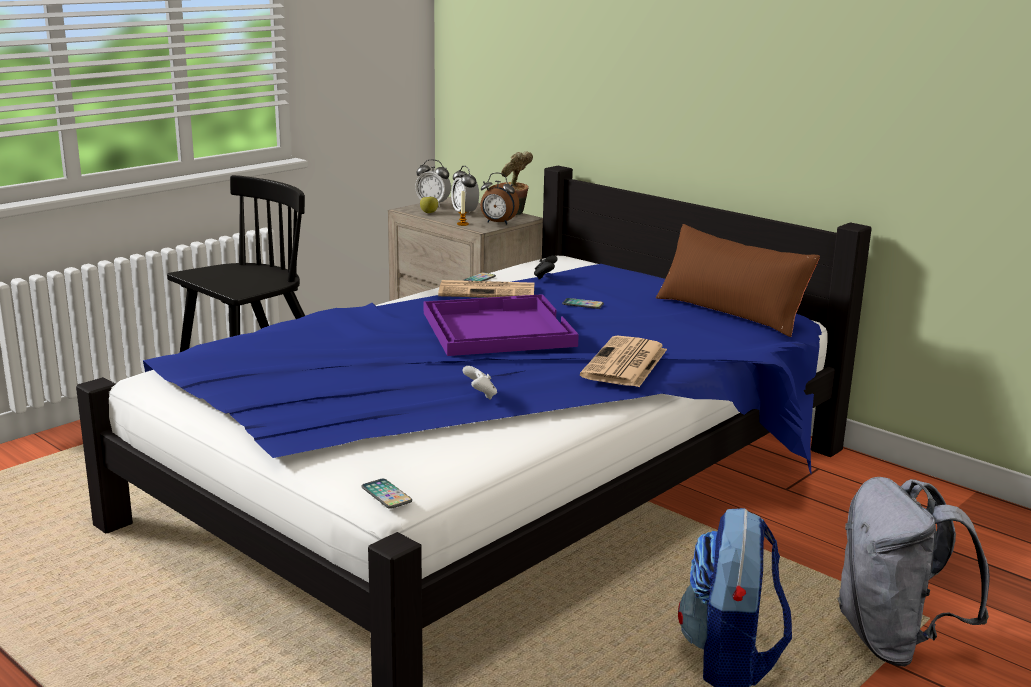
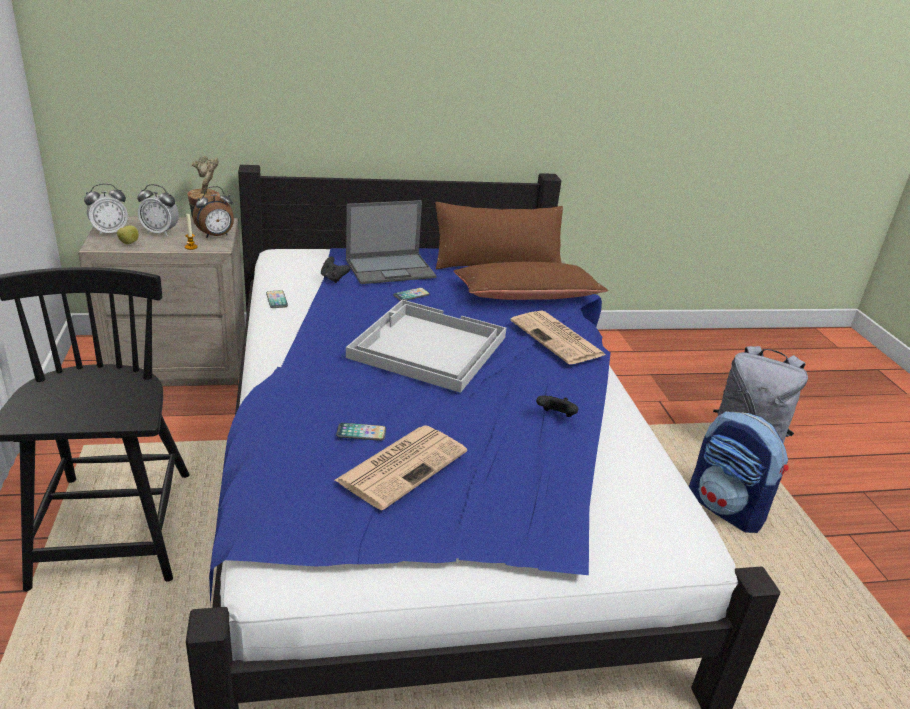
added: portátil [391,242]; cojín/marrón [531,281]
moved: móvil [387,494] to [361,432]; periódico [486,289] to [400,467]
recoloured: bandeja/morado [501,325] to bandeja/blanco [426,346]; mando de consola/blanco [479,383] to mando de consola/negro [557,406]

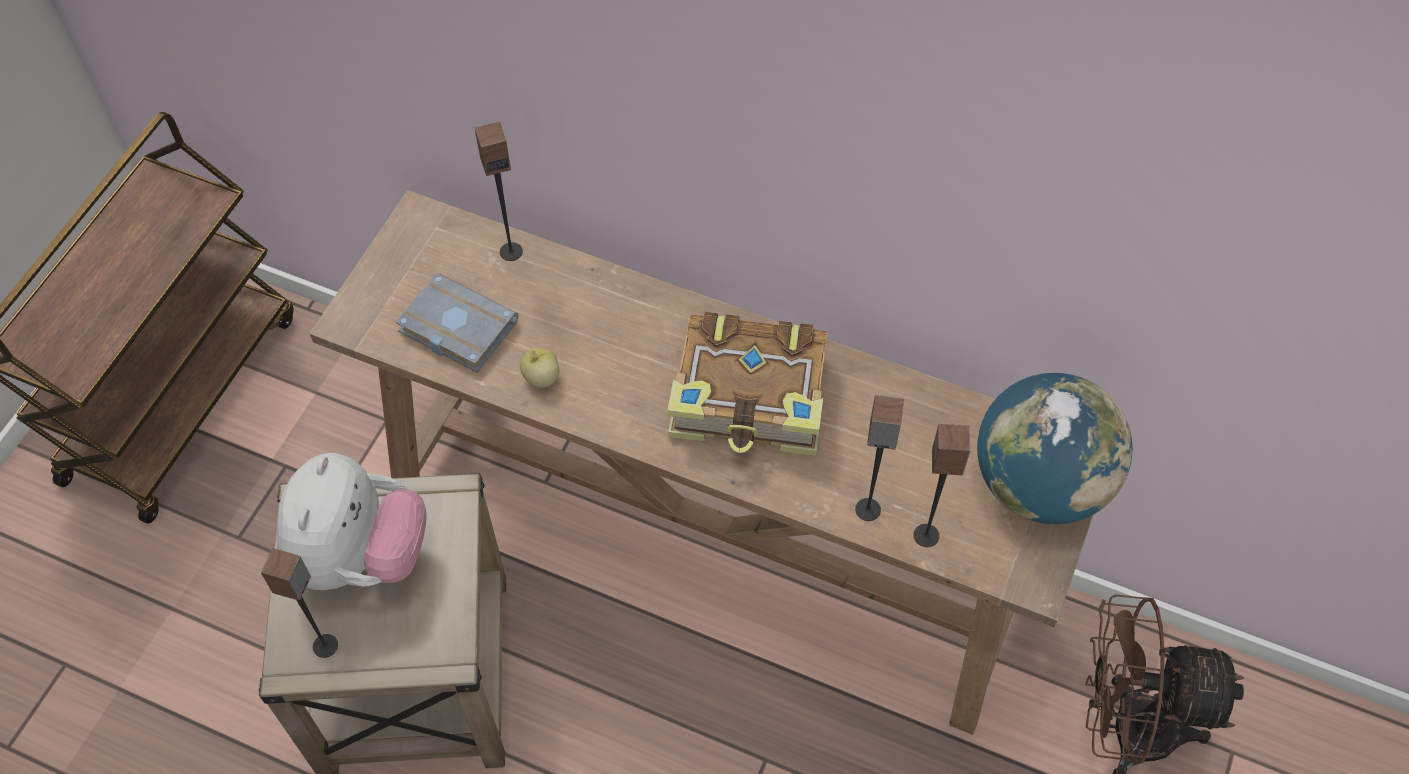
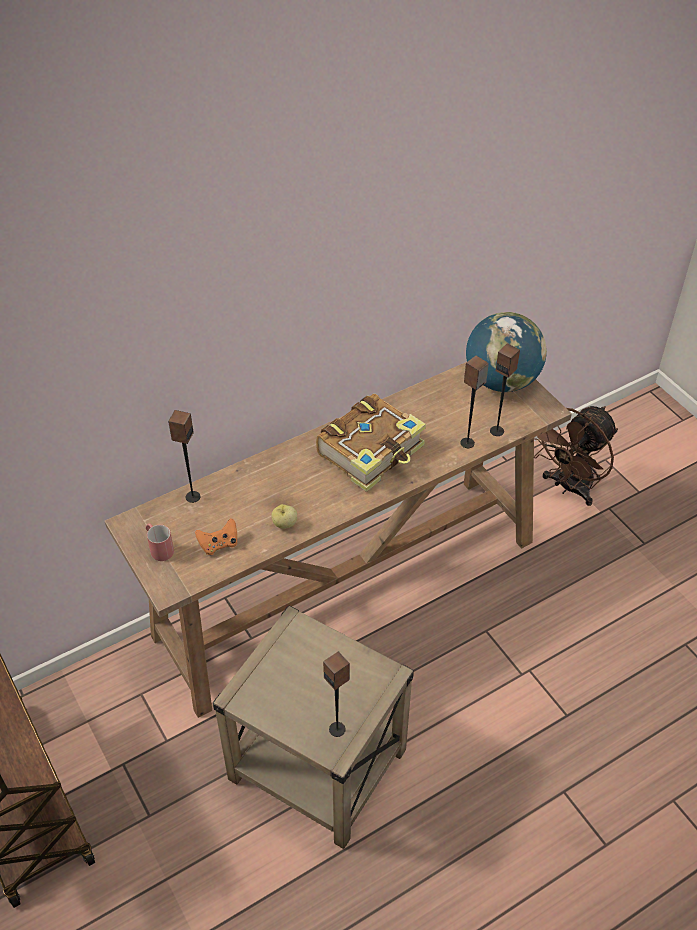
removed: peluche [352,521]
added: taza grande/rojo [160,542]
replaced: libro/gris [457,323] to mando de consola/naranja [216,536]

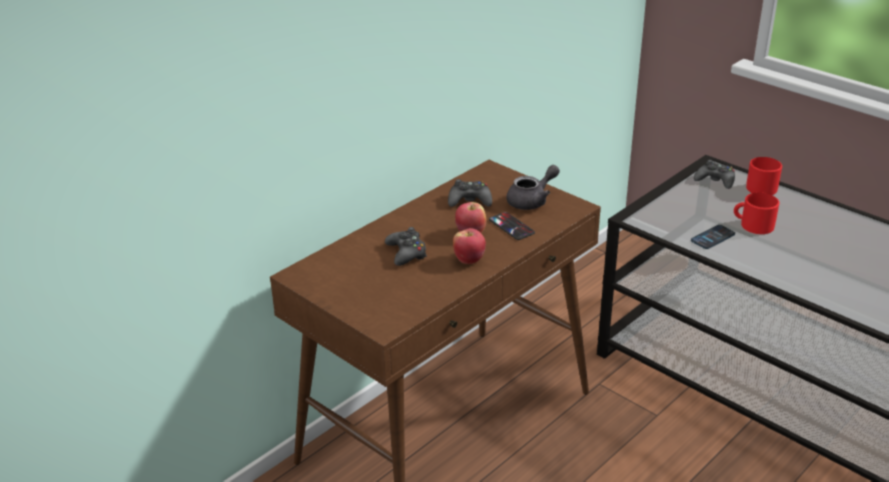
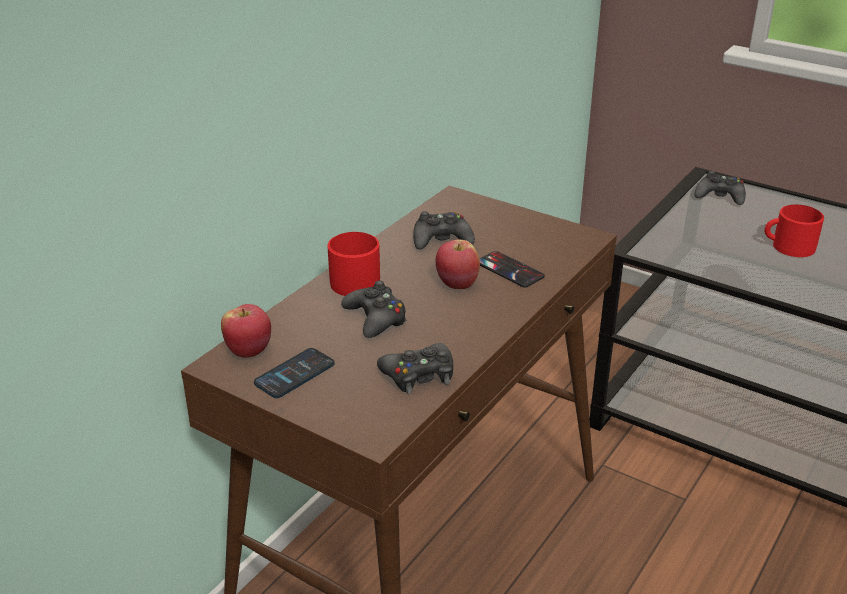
removed: tetera/gris [533,187]
added: mando de consola/negro [415,368]
moved: manzana [469,246] to [246,331]; móvil [713,237] to [294,373]; taza grande/rojo [764,176] to [354,264]

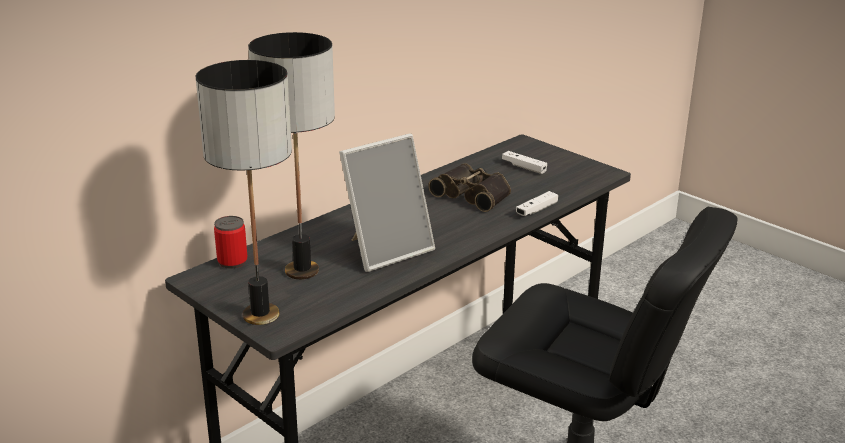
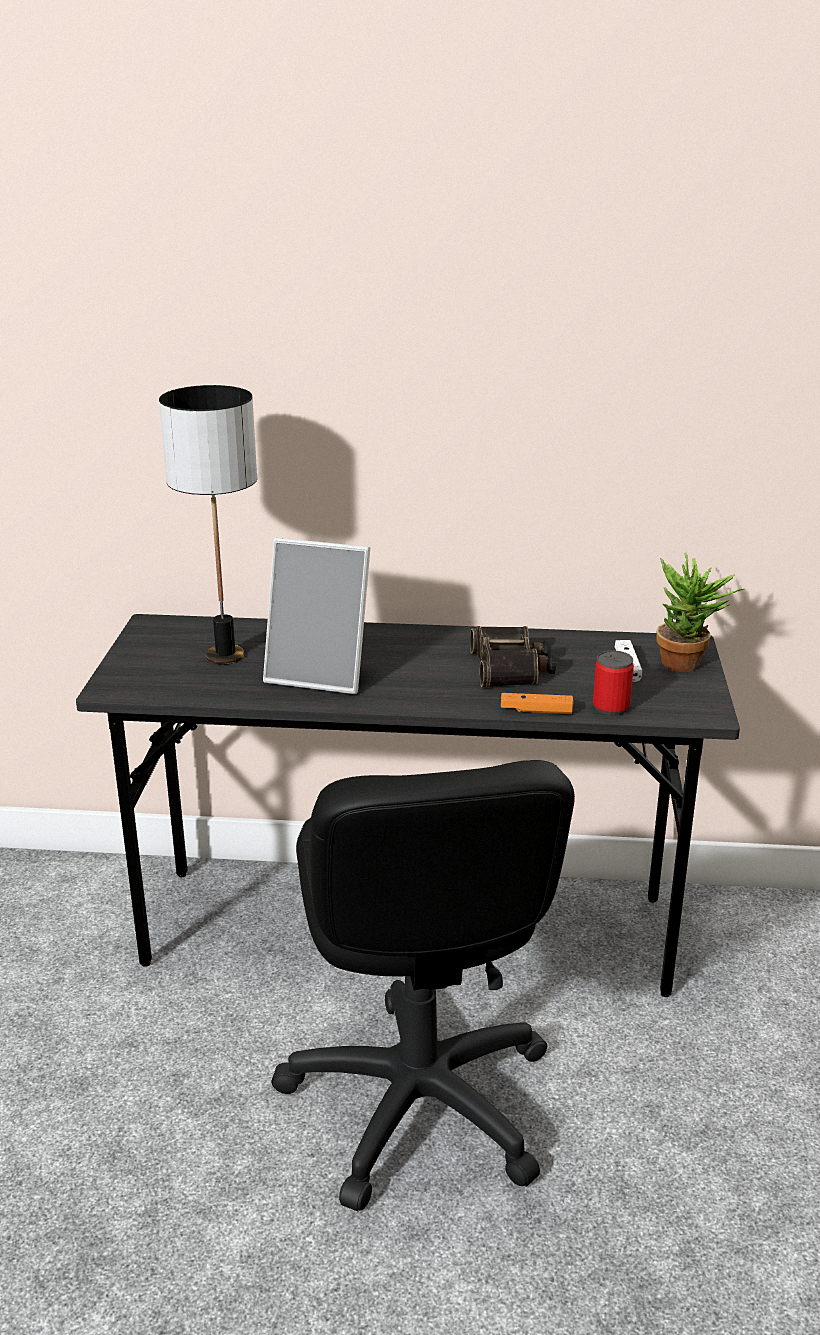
removed: lámpara de mesa [244,192]
added: planta en maceta [700,612]
moved: lata [231,242] to [613,683]
recoloured: mando de consola/blanco [537,203] to mando de consola/naranja [537,703]

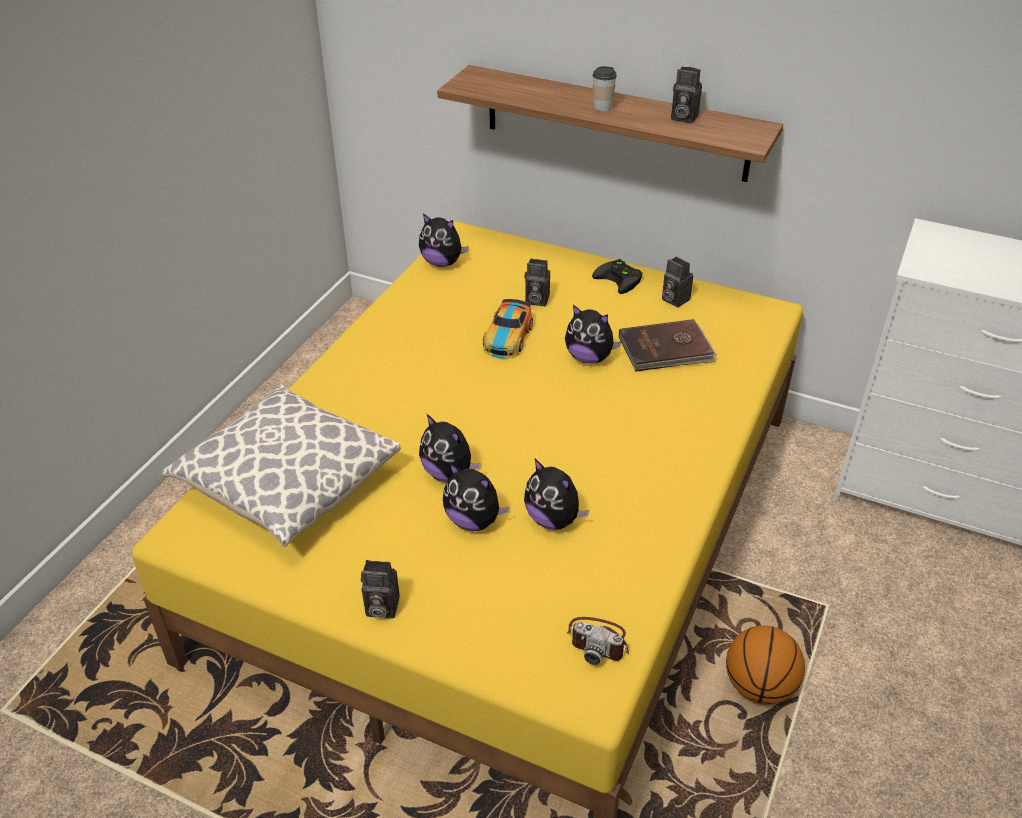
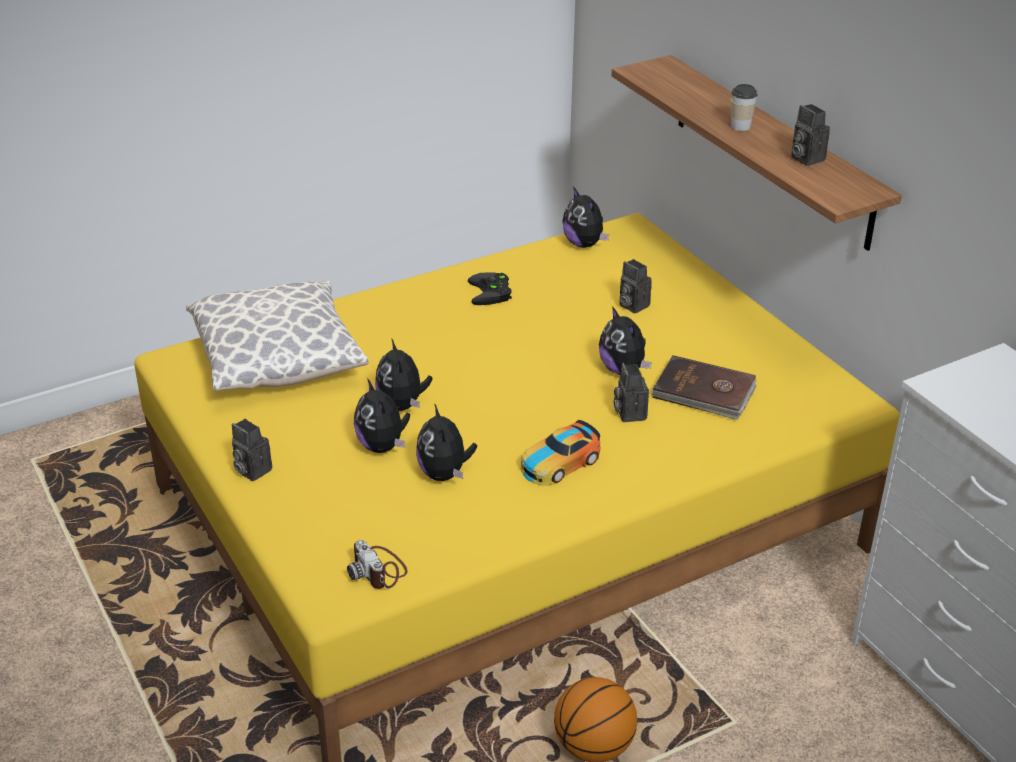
moved: coche de juguete [508,329] to [560,453]; mando de consola/negro [617,276] to [490,288]; cámara [677,282] to [631,392]

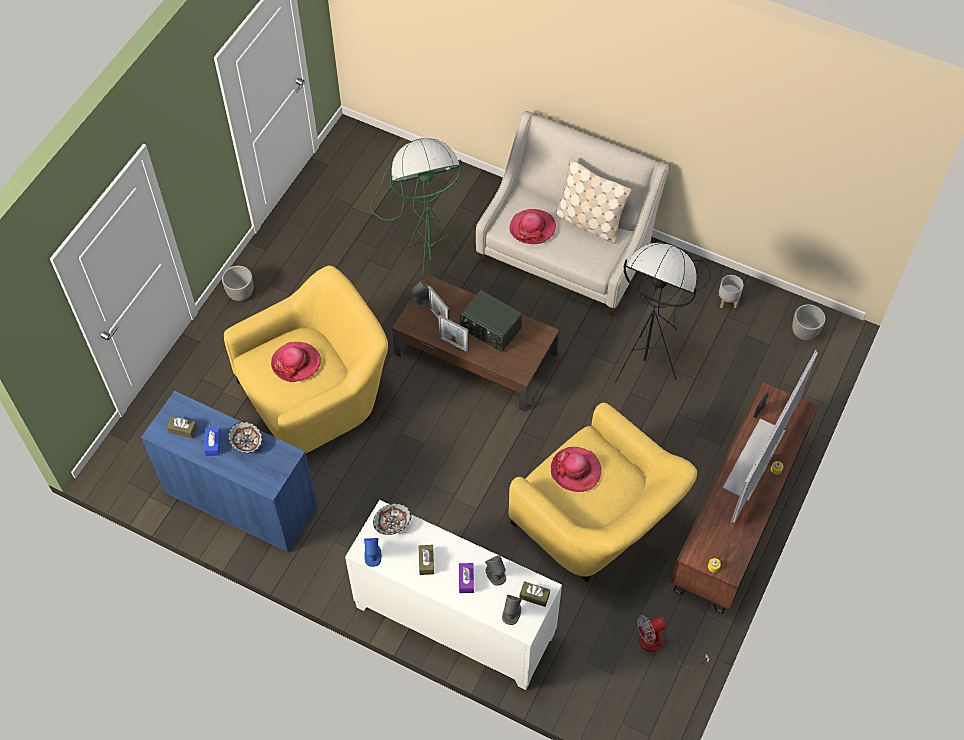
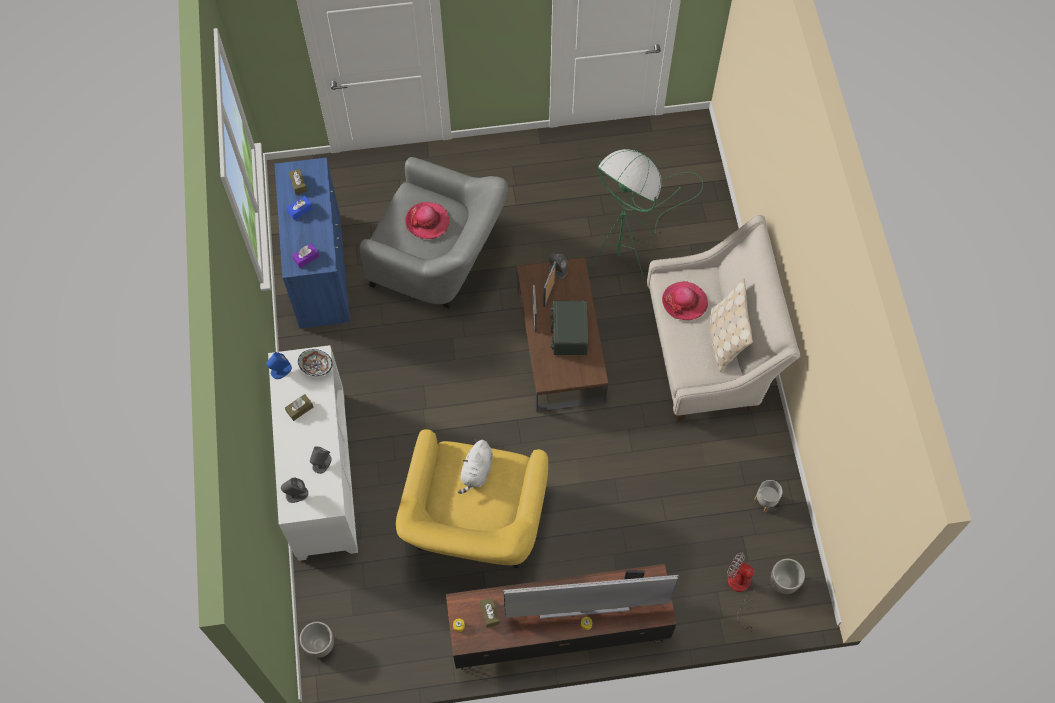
removed: cuenco [245,437]; lámpara de pie/negro [663,313]
moved: maceta [237,283] to [317,640]; caja de pañuelos/morado [466,578] to [305,256]; caja de pañuelos/marrón [534,594] to [490,612]; ventilador [673,641] to [741,591]
replaced: sombrero [576,469] to peluche/blanco [475,467]
recoloured: sillón/amarillo [306,359] to sillón/gris [434,233]

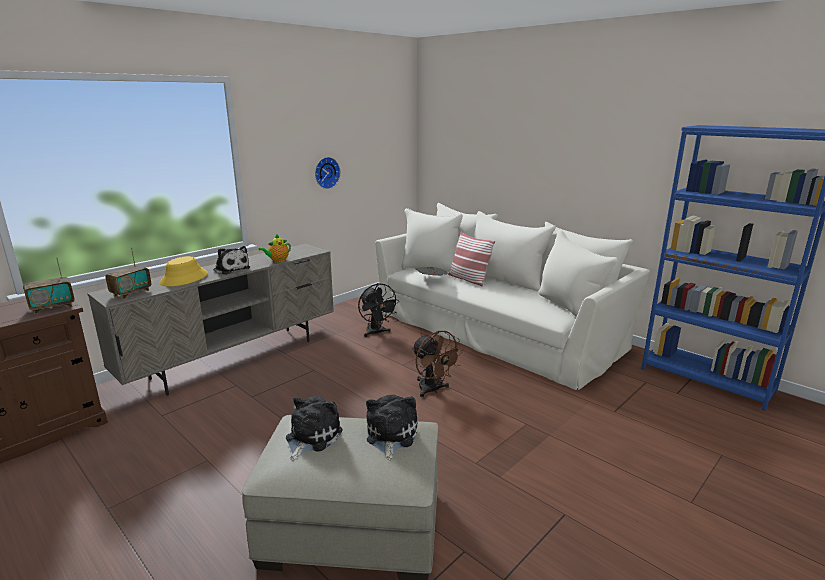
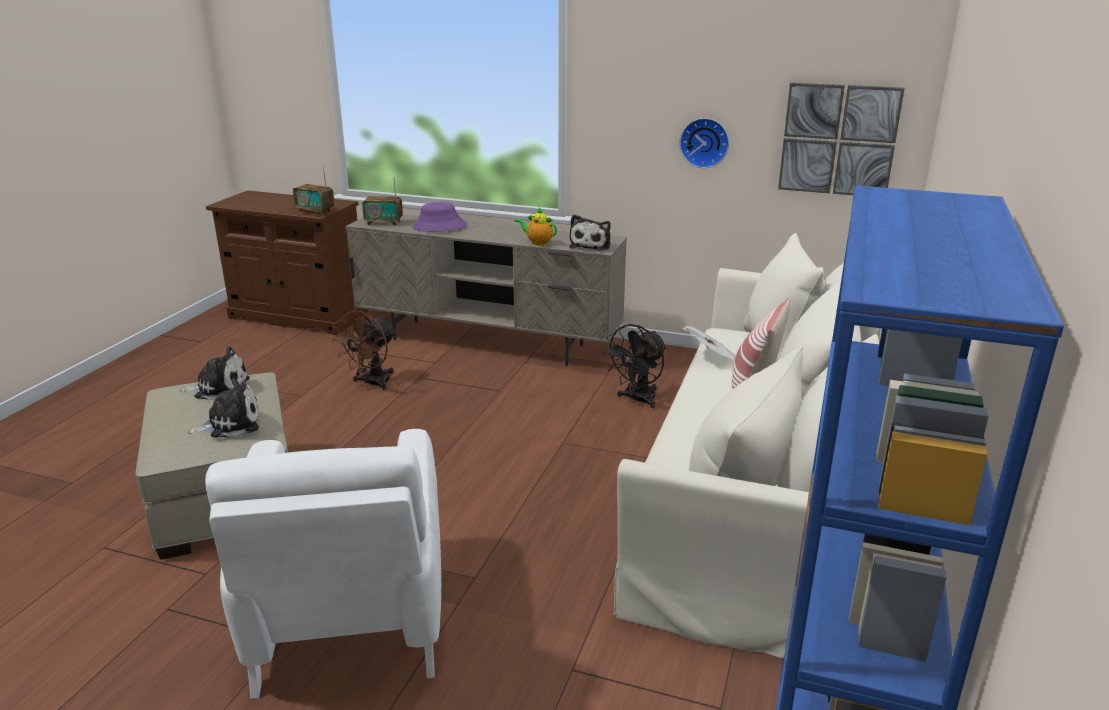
added: sillón/blanco [323,564]; cuadro [841,139]
moved: peluche [231,260] to [590,232]; ventilador/marrón [438,364] to [363,350]
recoloured: sombrero/amarillo [183,271] to sombrero/morado [439,217]

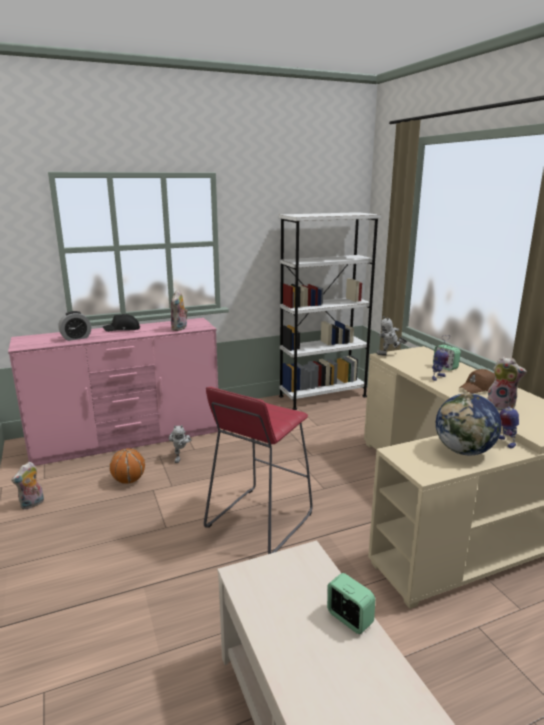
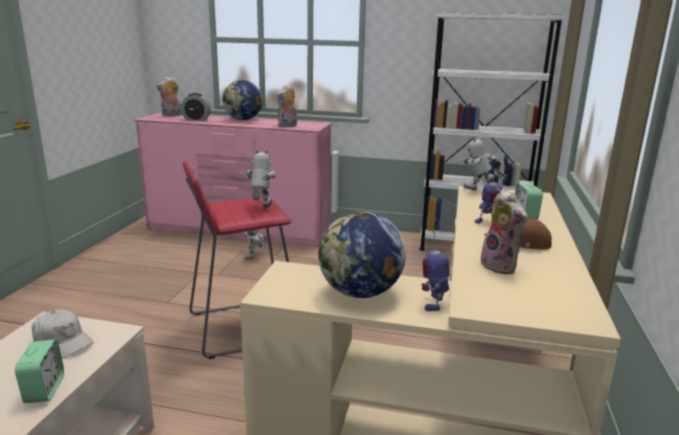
removed: balón de baloncesto [127,466]
added: gorra/blanco [63,334]; robot de juguete [260,178]
moved: peluche [27,486] to [169,96]
replaced: gorra/negro [121,323] to globo terráqueo [242,100]

